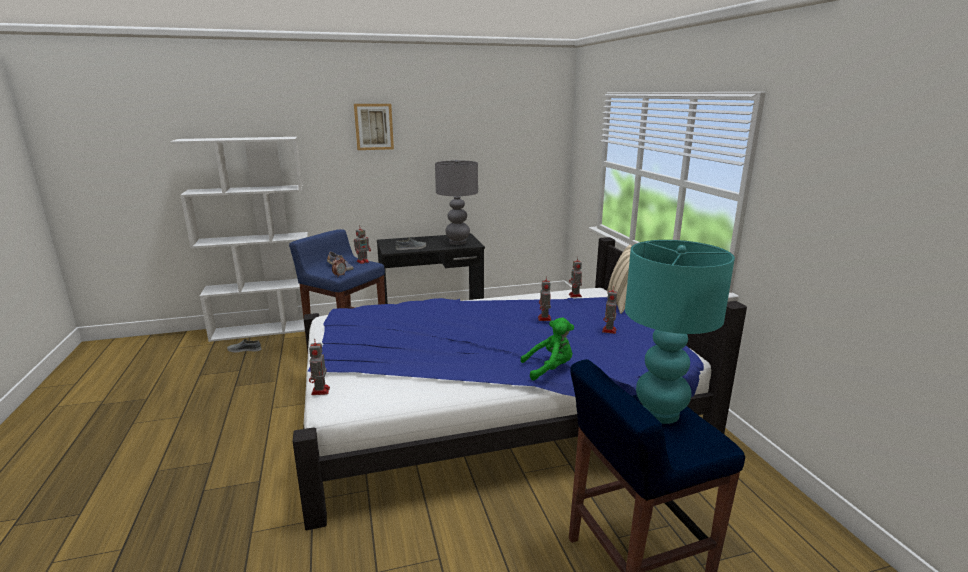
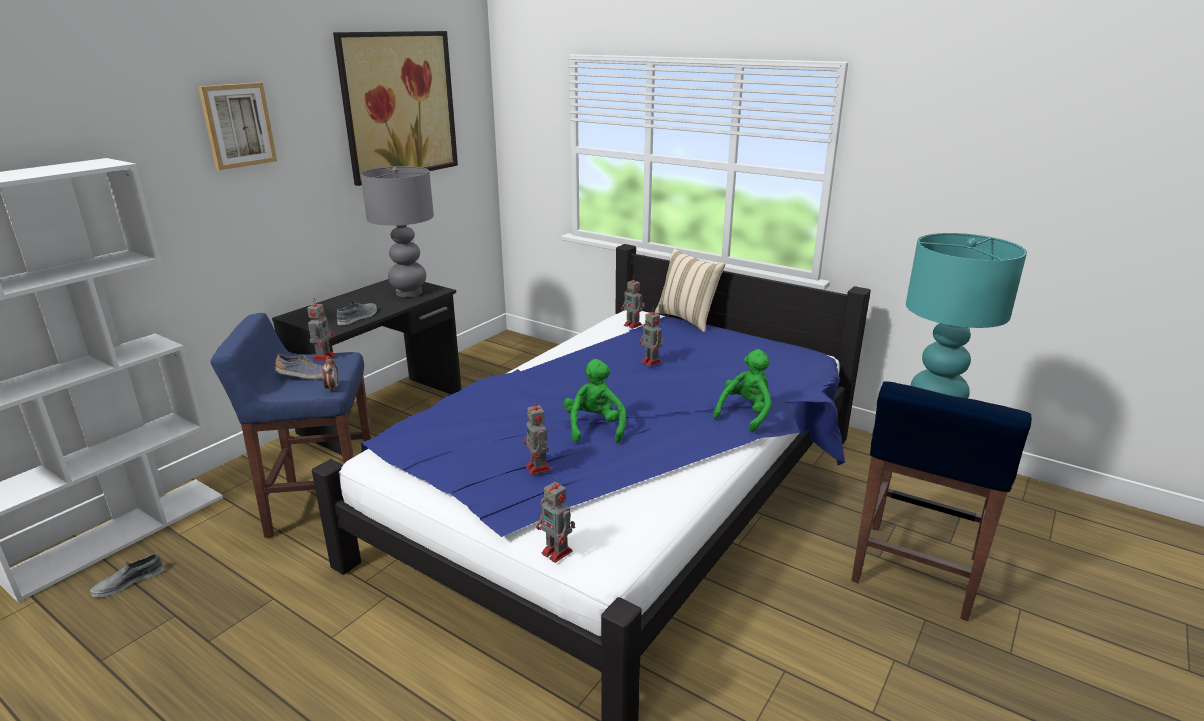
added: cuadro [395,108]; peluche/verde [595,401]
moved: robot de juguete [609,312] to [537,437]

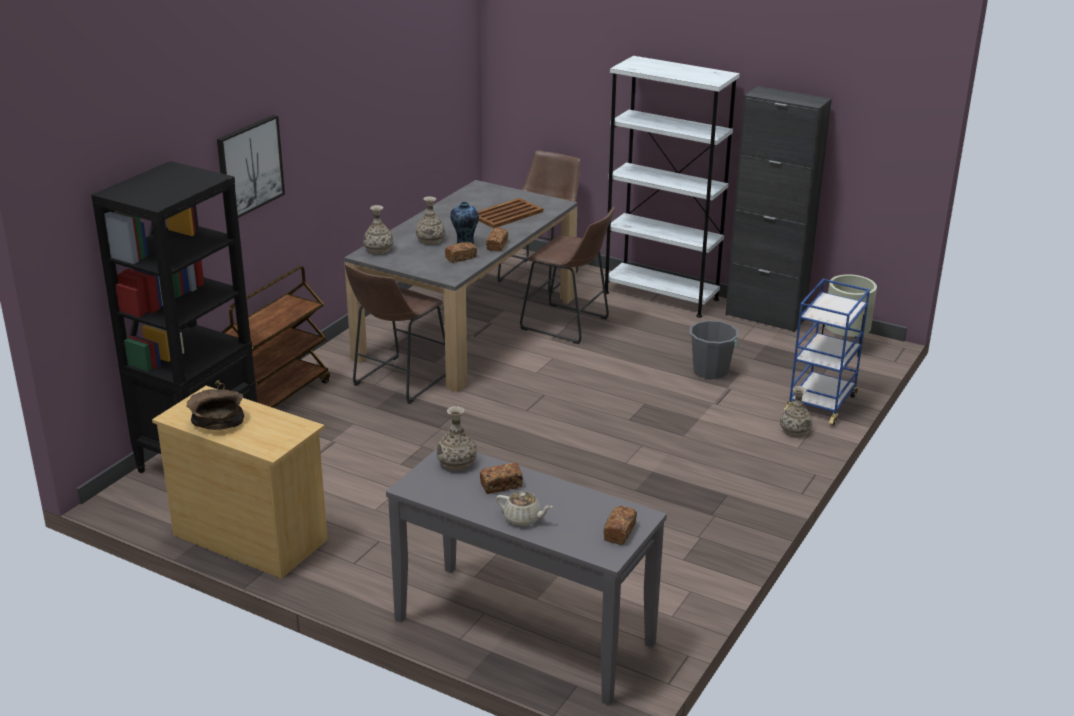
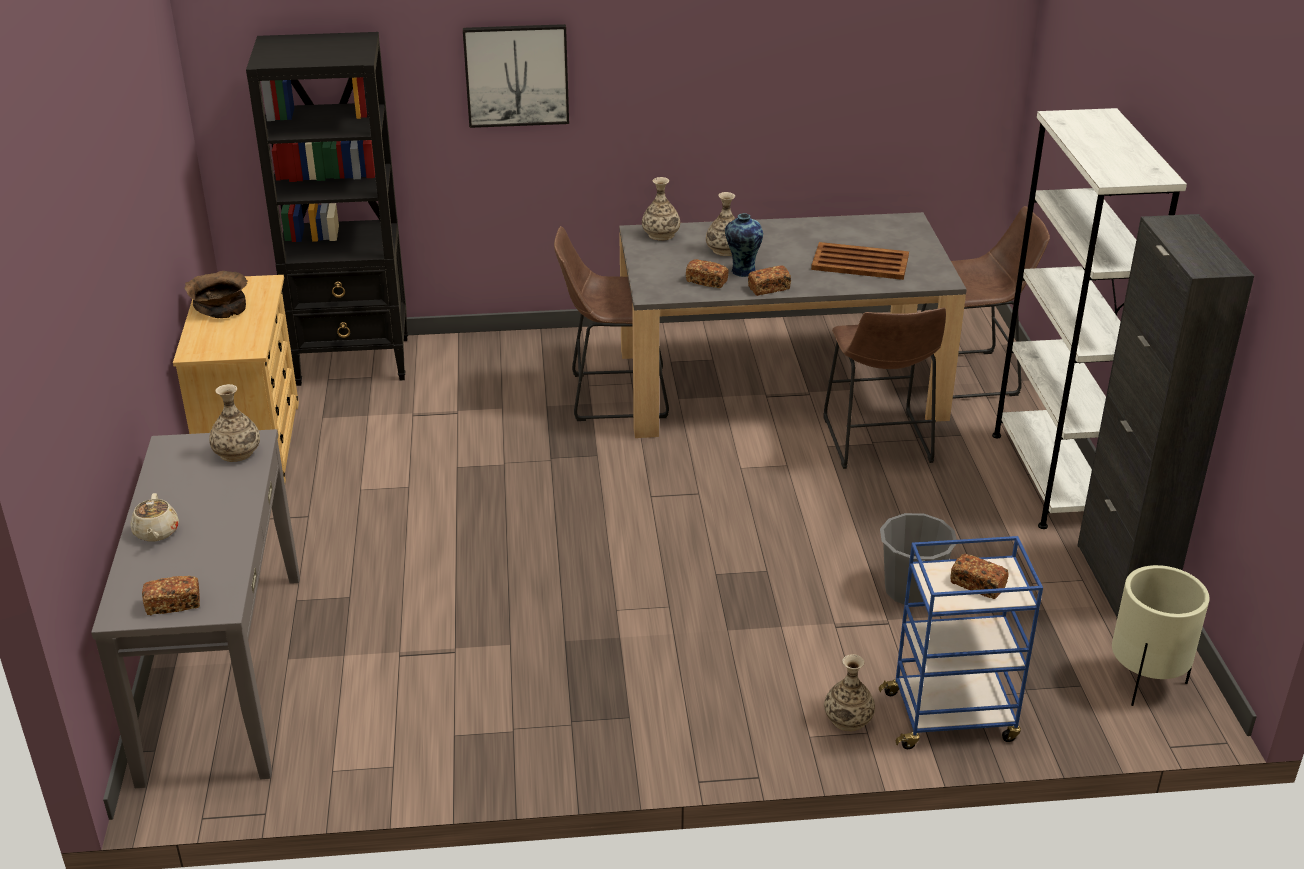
removed: carrito/marrón [276,337]
moved: pan [501,478] to [979,576]

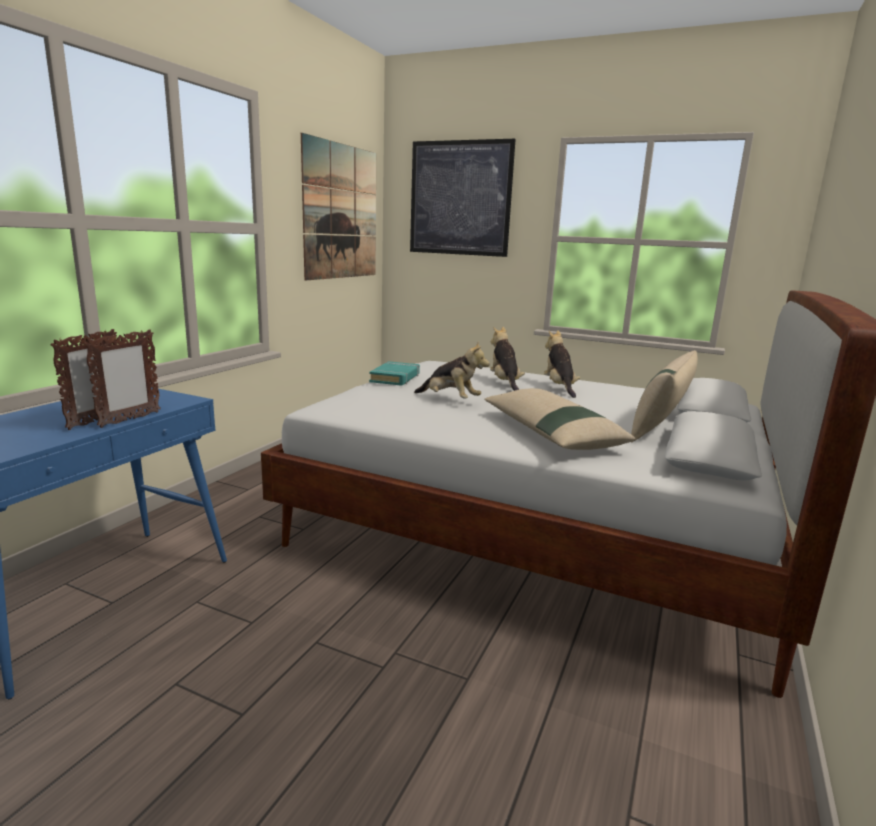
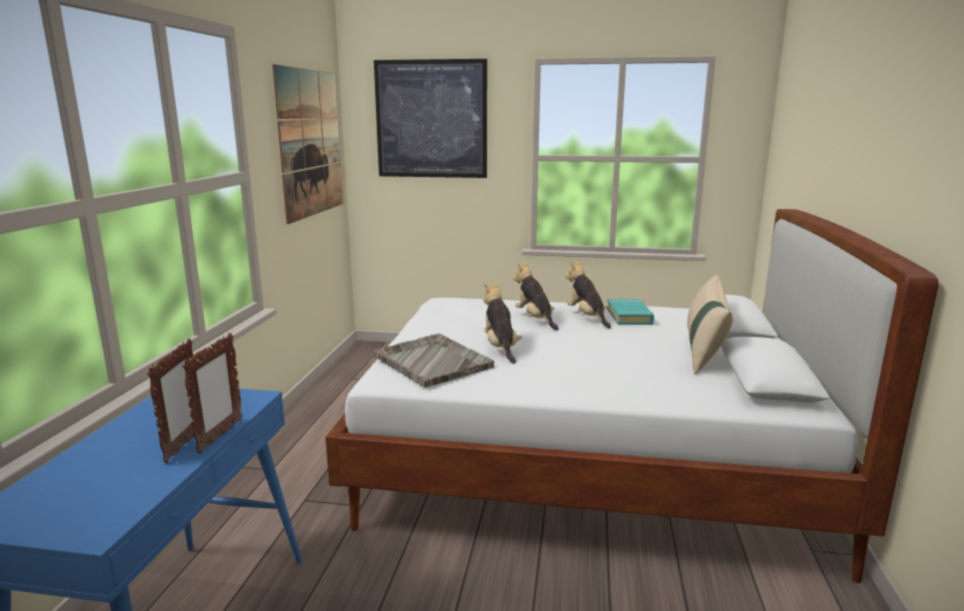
removed: cojín/beis [559,419]
added: bandeja/gris [434,360]
moved: libro/turquesa [394,373] to [630,312]
turned: peluche [452,369] = [502,323] 120 degrees counterclockwise

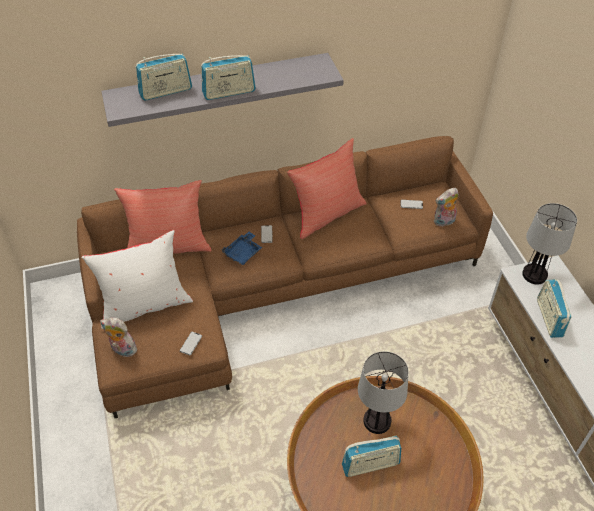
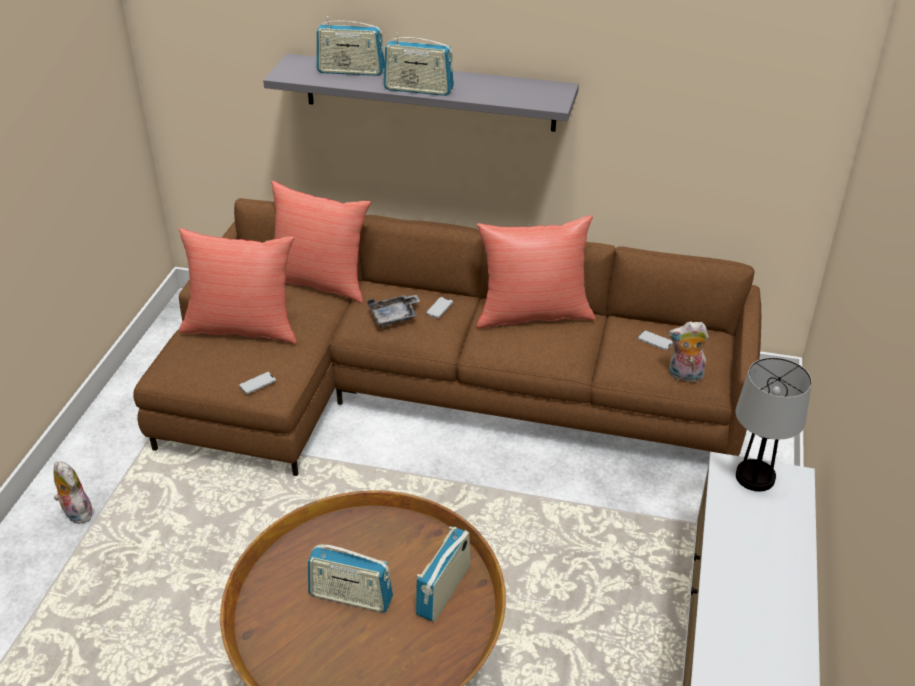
removed: lámpara de mesa [383,392]
moved: peluche [118,337] to [72,492]; radio [554,308] to [443,574]
recoloured: cojín/blanco [137,279] to cojín/rojo [237,286]; bandeja/azul [242,248] to bandeja/gris [394,311]

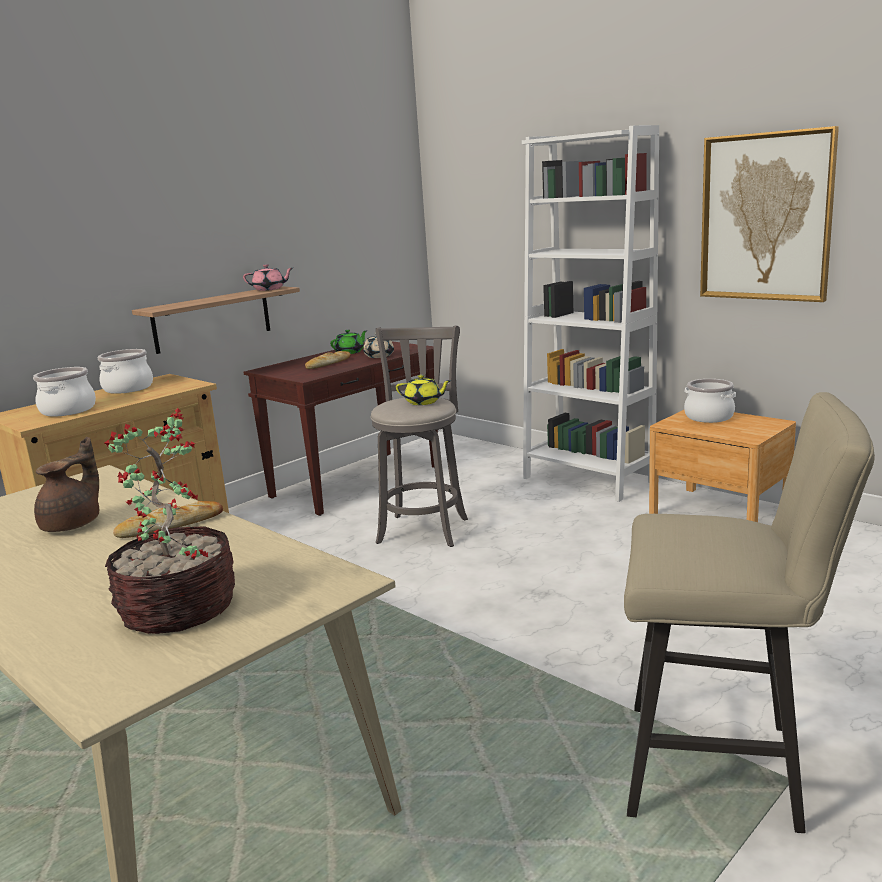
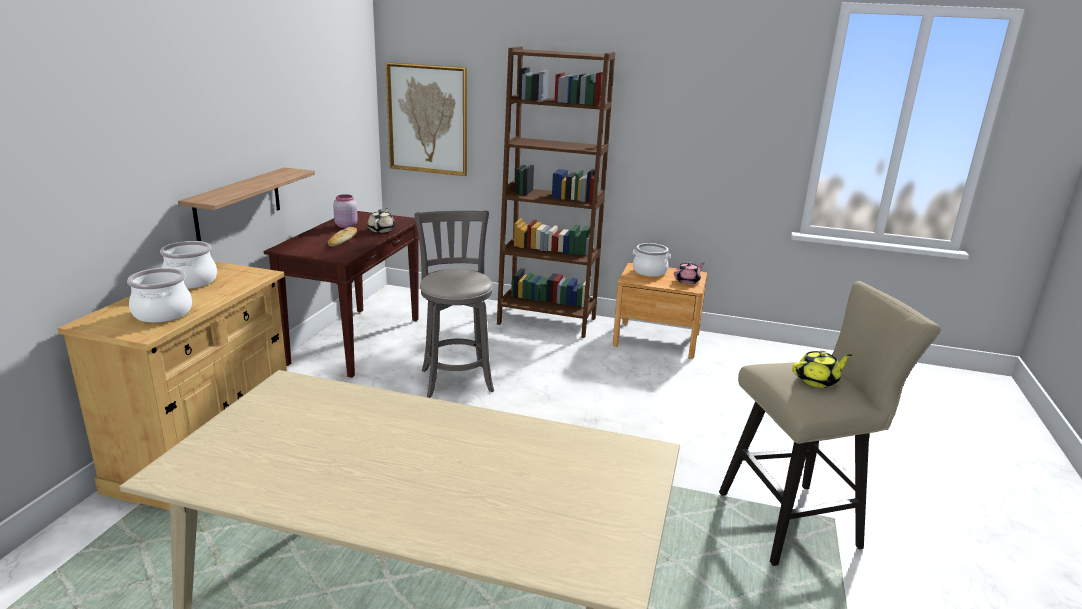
removed: tetera/marrón [66,484]; planta en maceta [170,521]; pan [168,519]
moved: tetera/rosa [268,277] to [689,273]; tetera/amarillo [424,390] to [822,369]; cuadro [769,214] to [426,119]
replaced: tetera/verde [348,342] to tarro/rosa [345,211]
recoloured: estantería/blanco [590,313] to estantería/marrón [556,192]

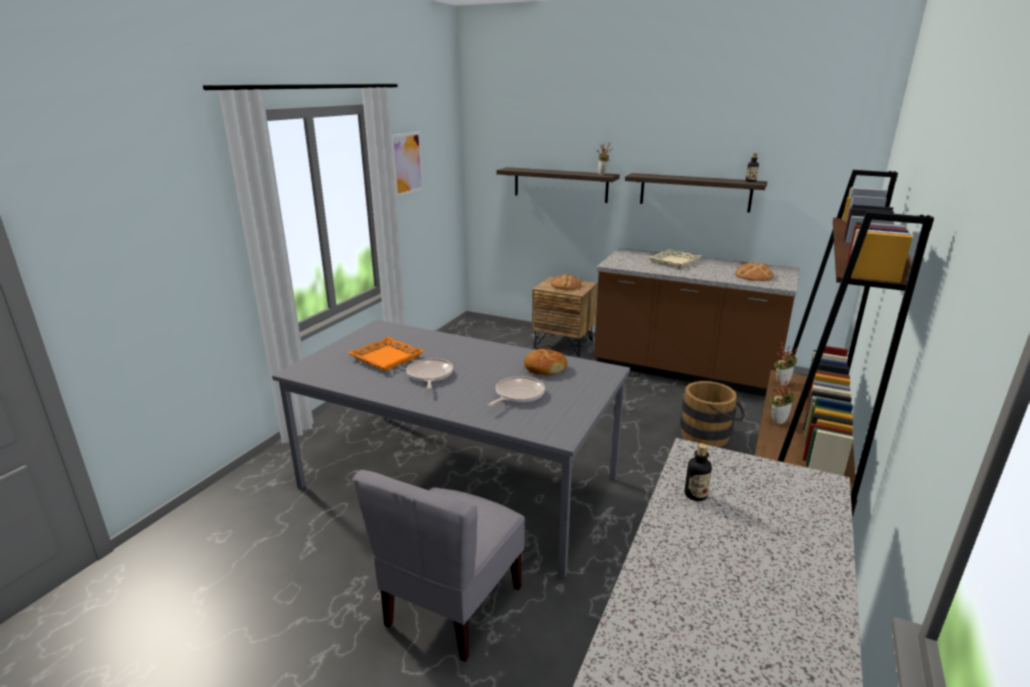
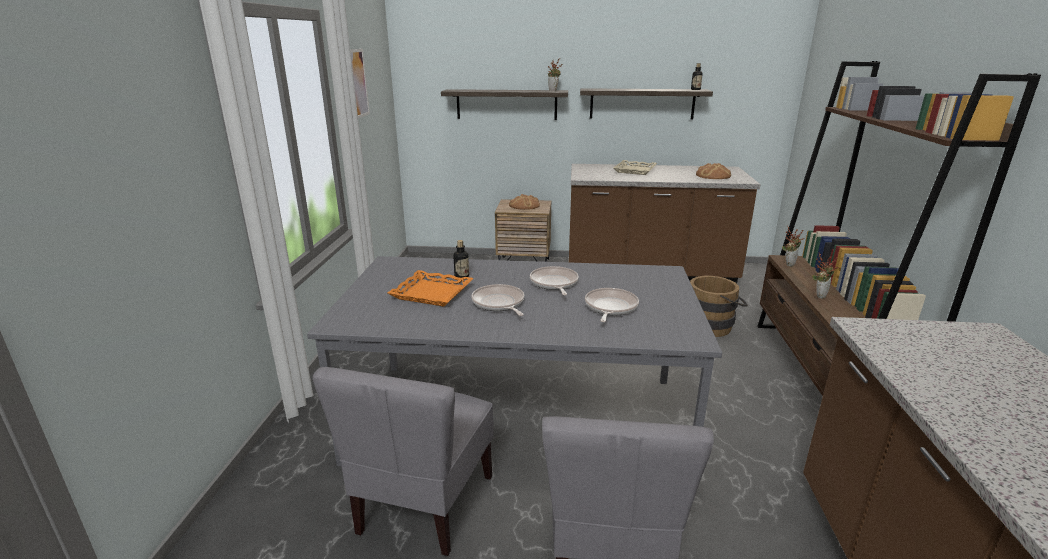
removed: pan [545,362]
added: silla/gris [403,461]; sartén [554,280]
moved: botella [698,472] to [461,259]

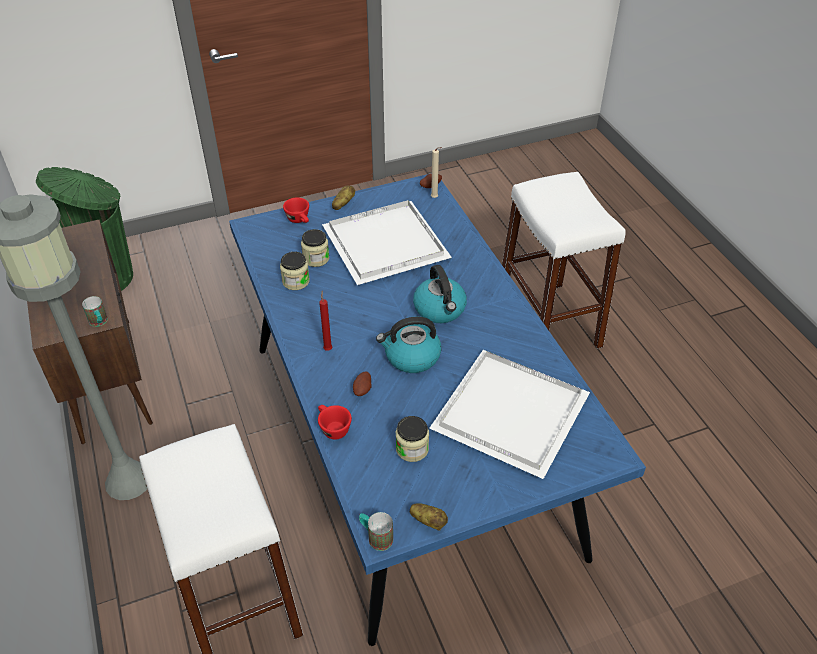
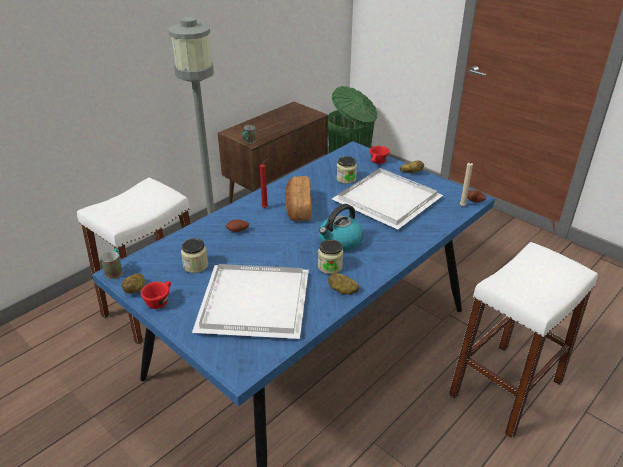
removed: hervidor [408,345]
added: pan [298,198]; patata [343,284]
moved: tarro [295,271] to [330,257]; taza/rojo [335,422] to [156,295]

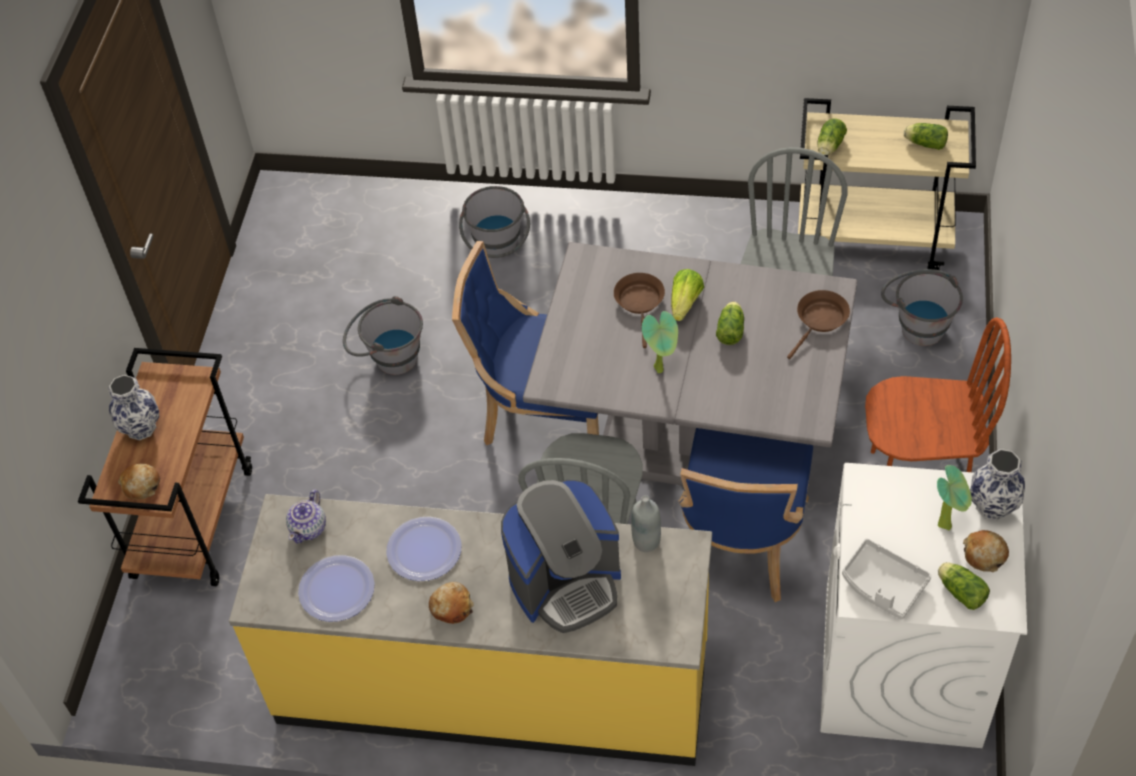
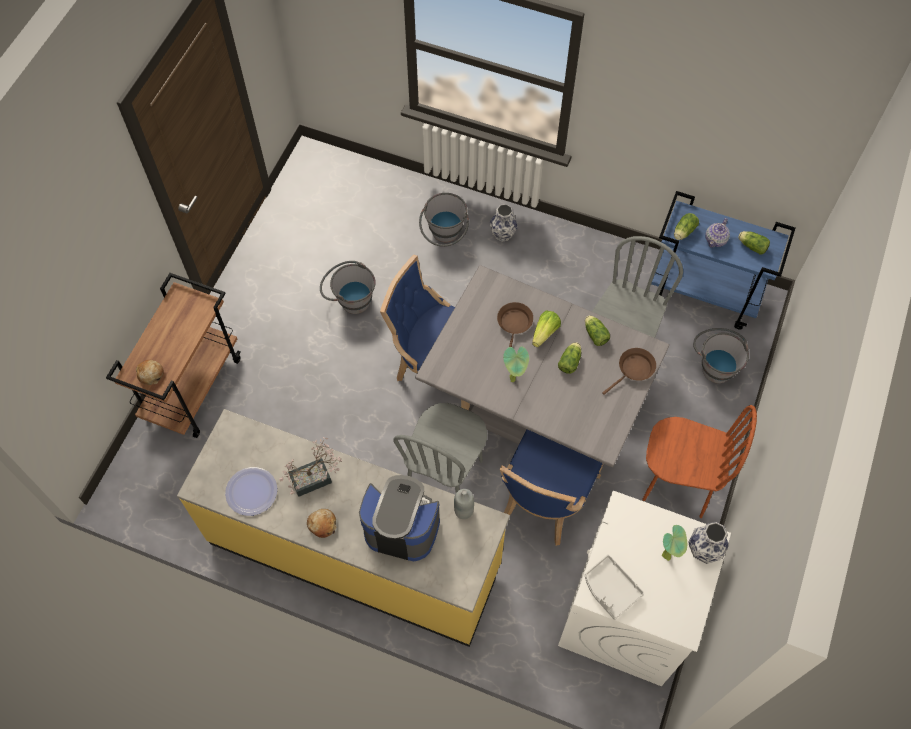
removed: pan [986,551]
moved: florero [133,407] to [503,223]; tetera [306,516] to [717,232]; lechuga [964,586] to [597,330]
replaced: plato [423,549] to planta en maceta [310,467]
recoloured: carrito/beis [887,184] to carrito/azul [723,260]
turned: cafetera [561,556] = [399,518] 150 degrees counterclockwise

